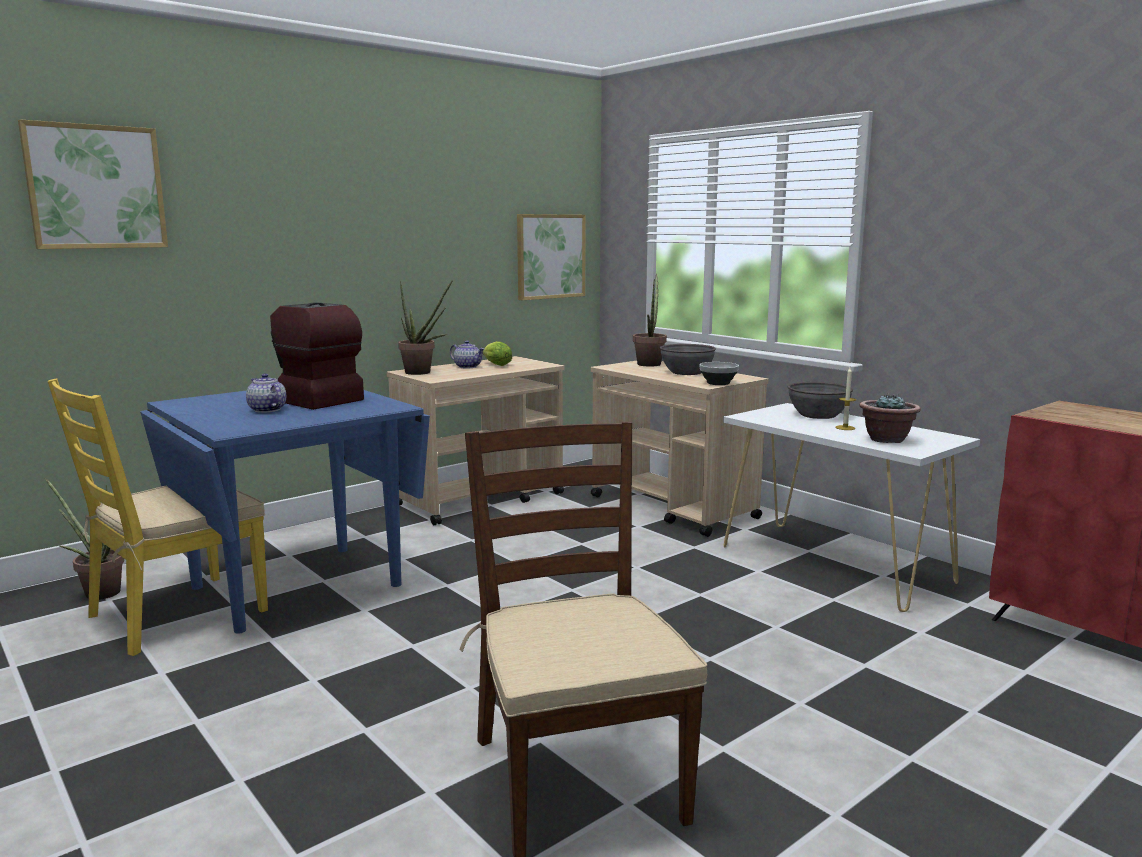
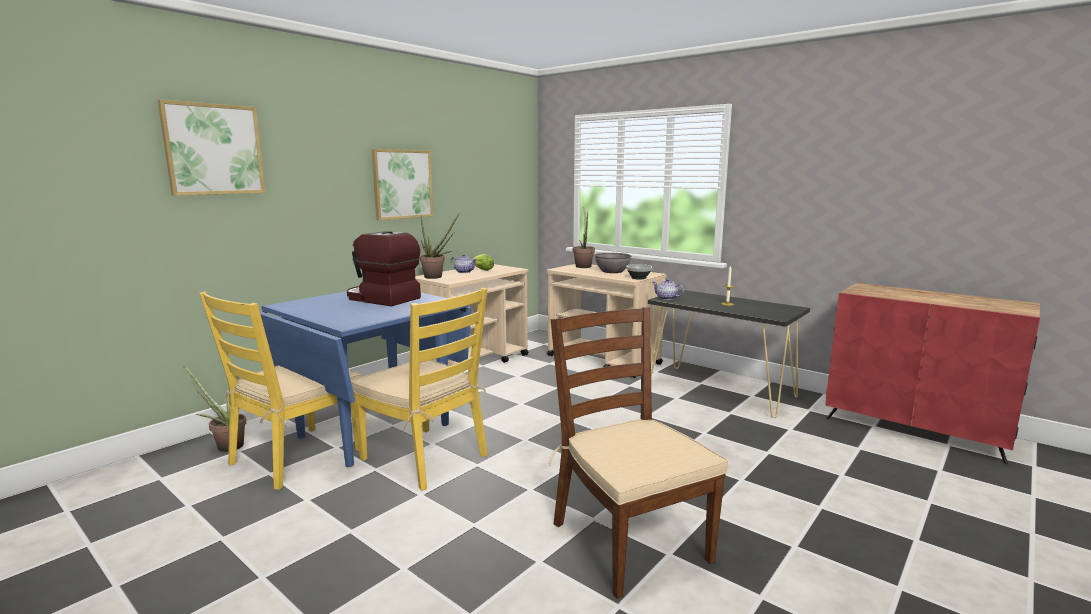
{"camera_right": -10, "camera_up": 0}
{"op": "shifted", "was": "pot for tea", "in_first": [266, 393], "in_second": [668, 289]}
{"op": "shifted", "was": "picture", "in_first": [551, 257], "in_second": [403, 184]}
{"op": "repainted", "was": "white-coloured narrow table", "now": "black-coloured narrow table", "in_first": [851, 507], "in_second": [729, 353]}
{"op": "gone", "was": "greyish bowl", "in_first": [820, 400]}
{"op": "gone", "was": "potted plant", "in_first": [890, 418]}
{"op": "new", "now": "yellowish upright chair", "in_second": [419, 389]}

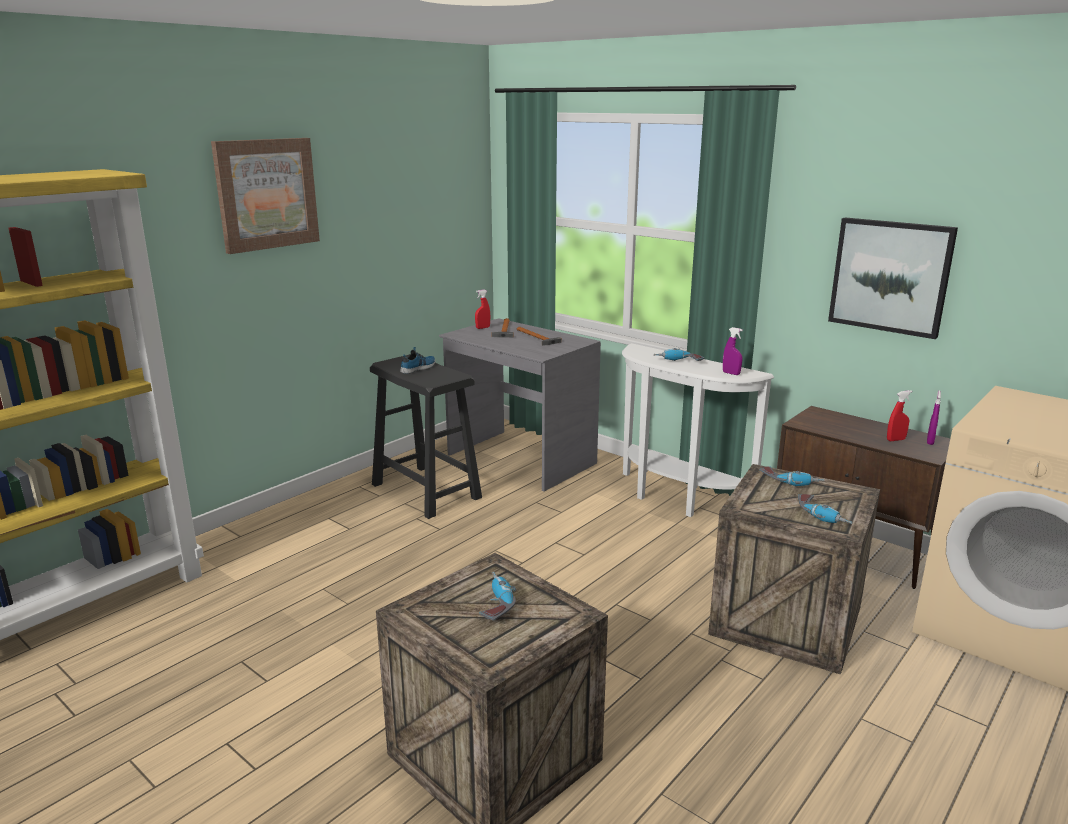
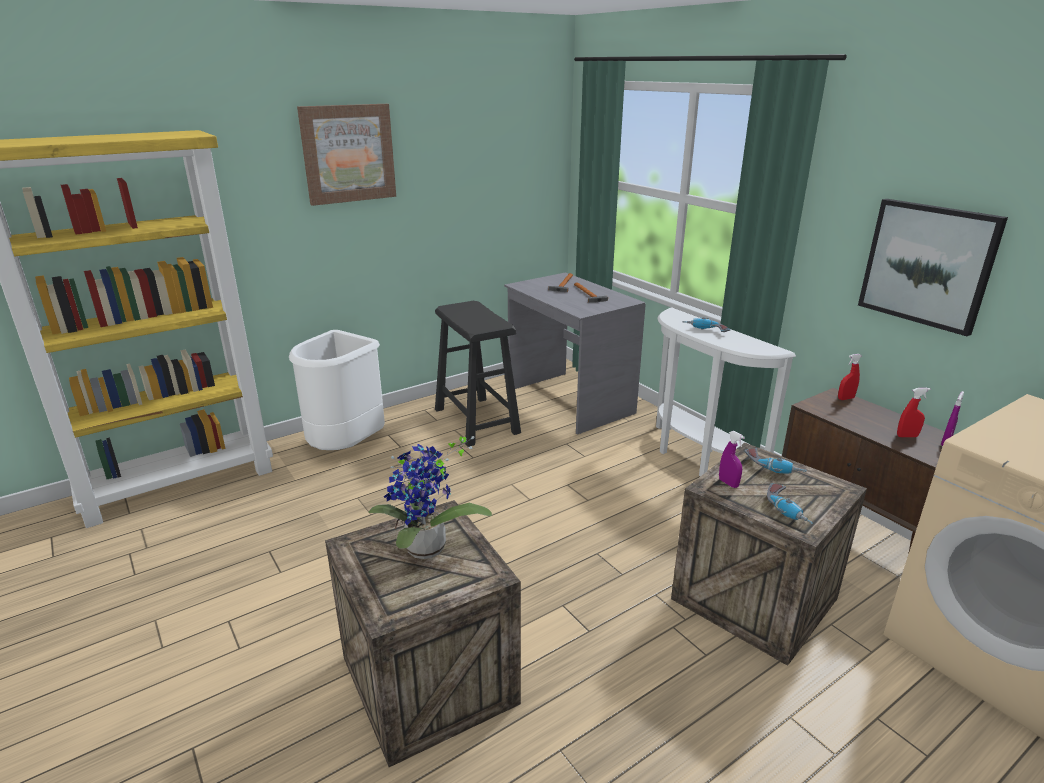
{"camera_right": 15, "camera_up": 5}
{"op": "gone", "was": "item of footwear", "in_first": [417, 360]}
{"op": "shifted", "was": "red-coloured hand sprayer", "in_first": [482, 309], "in_second": [850, 377]}
{"op": "swapped", "was": "drill", "now": "potted plant", "in_first": [497, 596], "in_second": [430, 497]}
{"op": "shifted", "was": "purple hand sprayer", "in_first": [733, 351], "in_second": [732, 459]}
{"op": "new", "now": "white-coloured trash can", "in_second": [337, 390]}

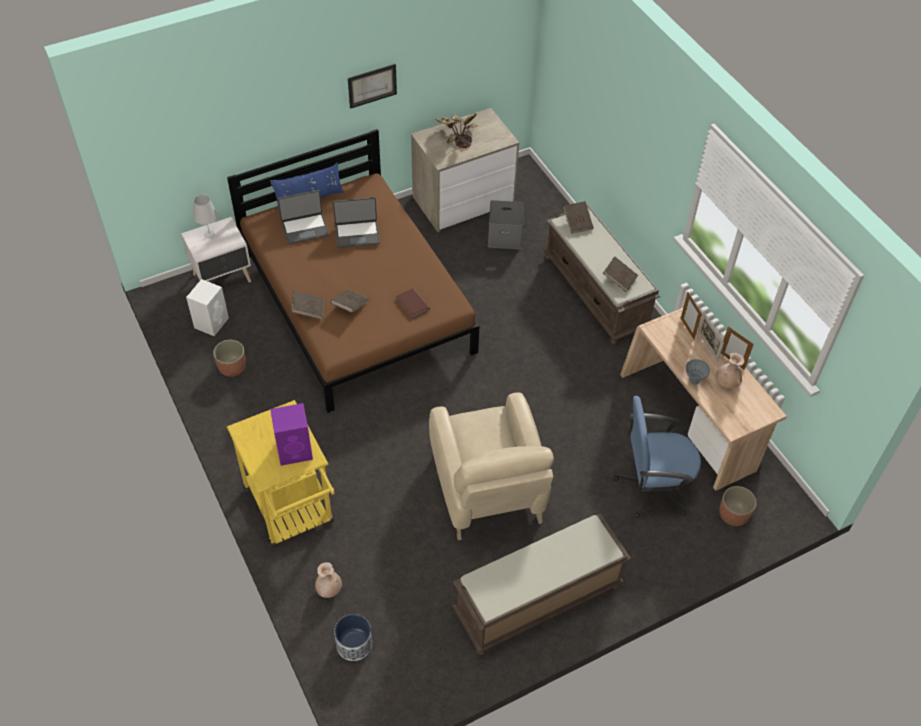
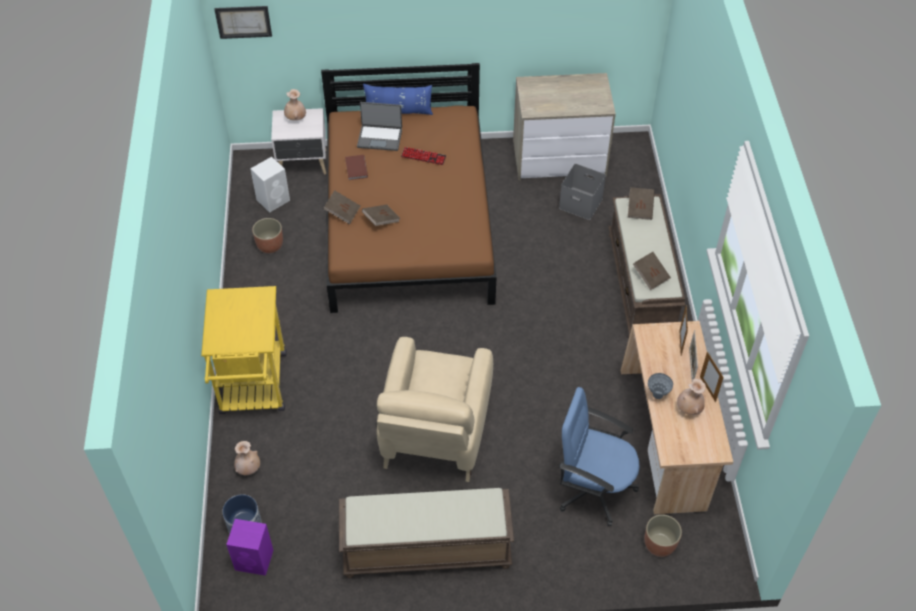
{"camera_right": 25, "camera_up": 0}
{"op": "swapped", "was": "white-coloured table lamp", "now": "beige flower vase", "in_first": [205, 216], "in_second": [295, 104]}
{"op": "shifted", "was": "purple audio speaker", "in_first": [291, 434], "in_second": [249, 547]}
{"op": "swapped", "was": "portable computer", "now": "keyboard", "in_first": [356, 222], "in_second": [423, 156]}
{"op": "shifted", "was": "picture", "in_first": [372, 86], "in_second": [243, 22]}
{"op": "shifted", "was": "brown-coloured volume", "in_first": [413, 303], "in_second": [356, 167]}
{"op": "gone", "was": "potted plant", "in_first": [456, 130]}

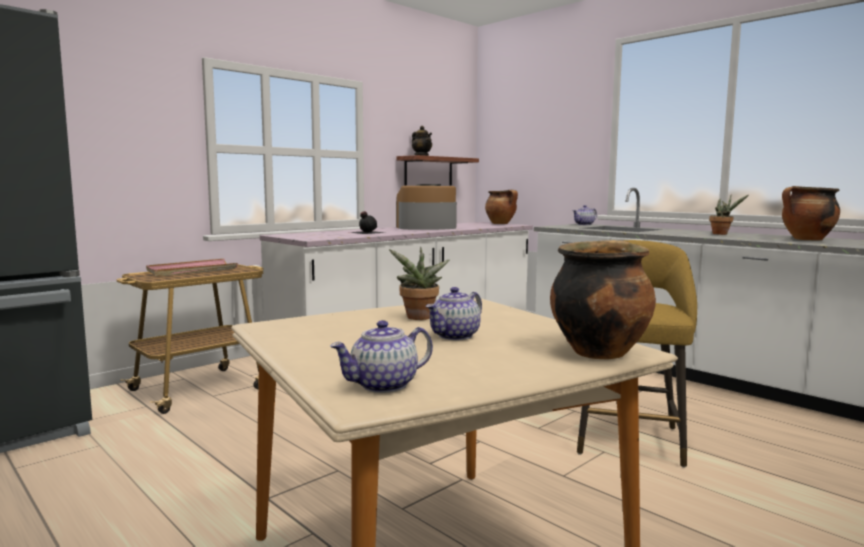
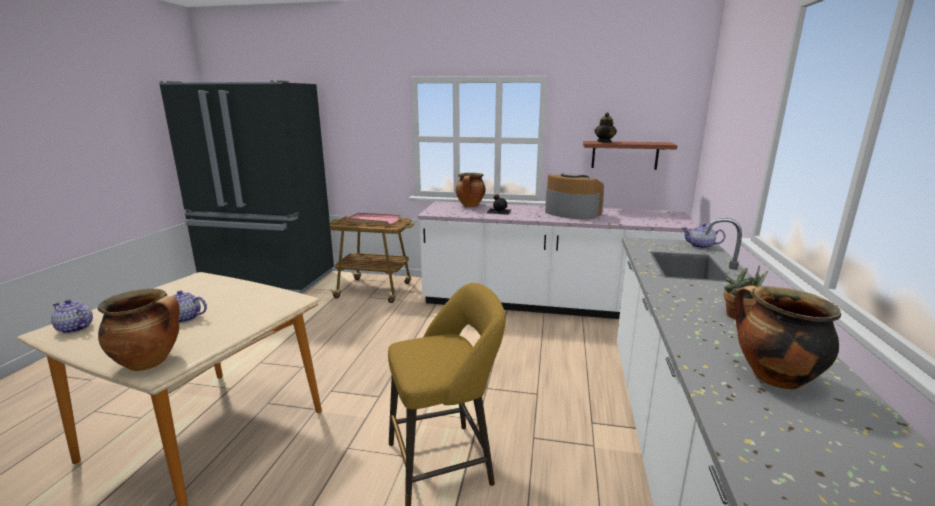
{"camera_right": 55, "camera_up": 10}
{"op": "gone", "was": "potted plant", "in_first": [419, 283]}
{"op": "shifted", "was": "stockpot", "in_first": [501, 207], "in_second": [470, 190]}

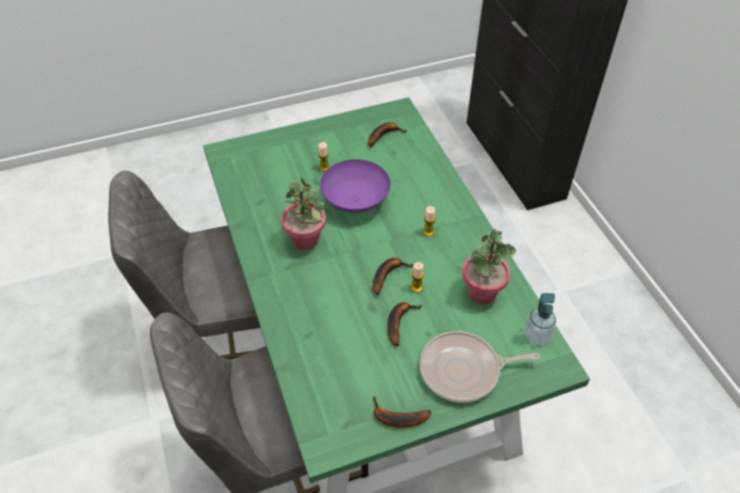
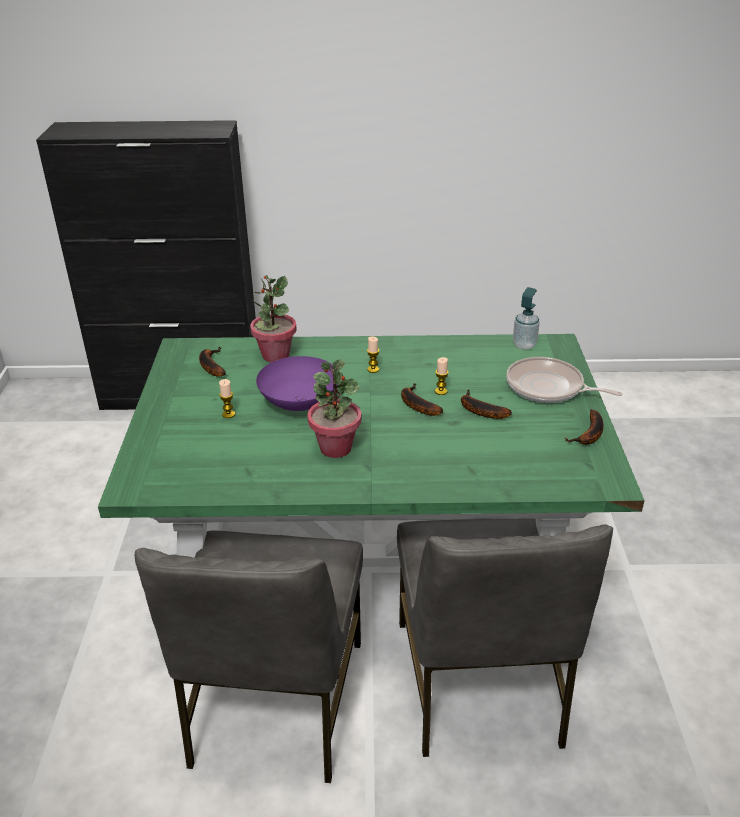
{"camera_right": -70, "camera_up": -15}
{"op": "rotated", "was": "pan", "in_first": [480, 367], "in_second": [564, 380], "clockwise": 105}
{"op": "shifted", "was": "potted plant", "in_first": [489, 266], "in_second": [273, 318]}

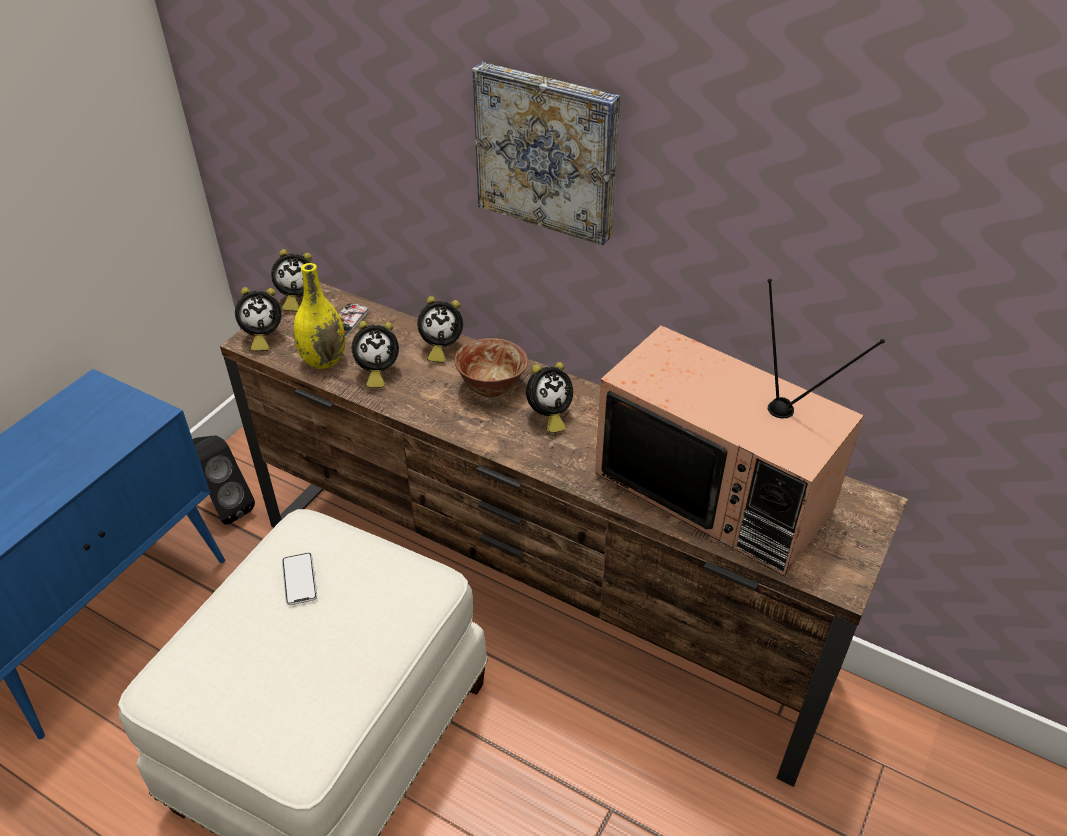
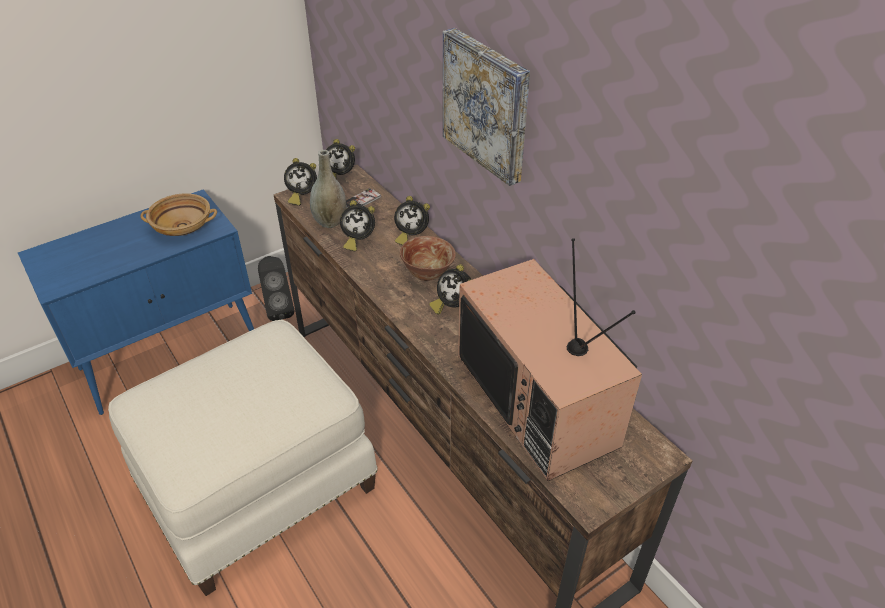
{"camera_right": 25, "camera_up": 0}
{"op": "gone", "was": "phone", "in_first": [299, 579]}
{"op": "repainted", "was": "yellowish flower vase", "now": "greyish flower vase", "in_first": [319, 316], "in_second": [328, 189]}
{"op": "rotated", "was": "bedside clock", "in_first": [549, 397], "in_second": [450, 289], "clockwise": 60}
{"op": "new", "now": "beige bowl", "in_second": [179, 214]}

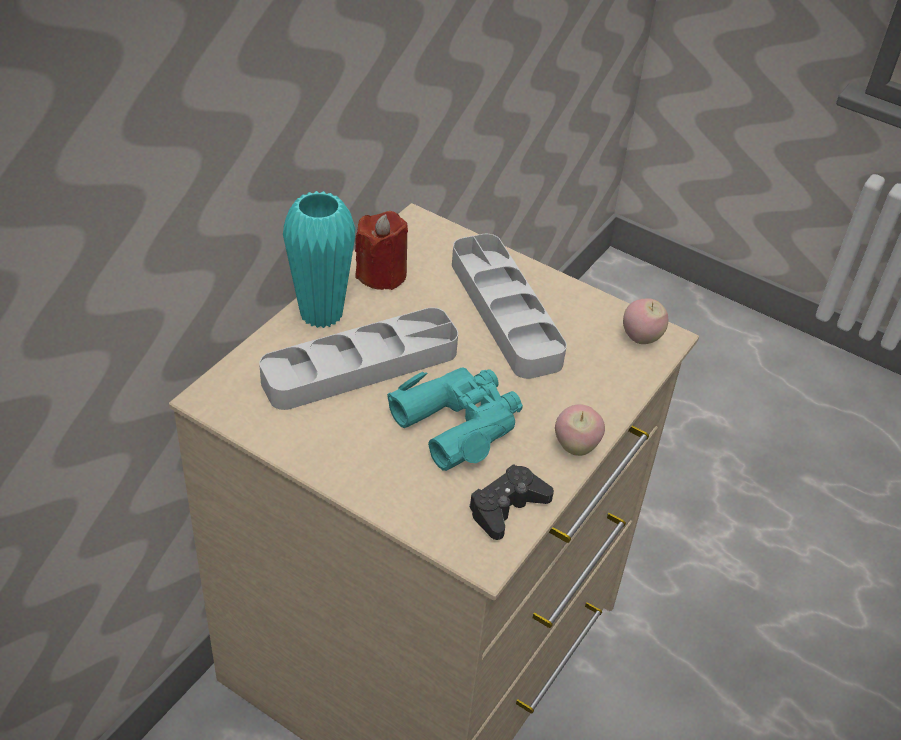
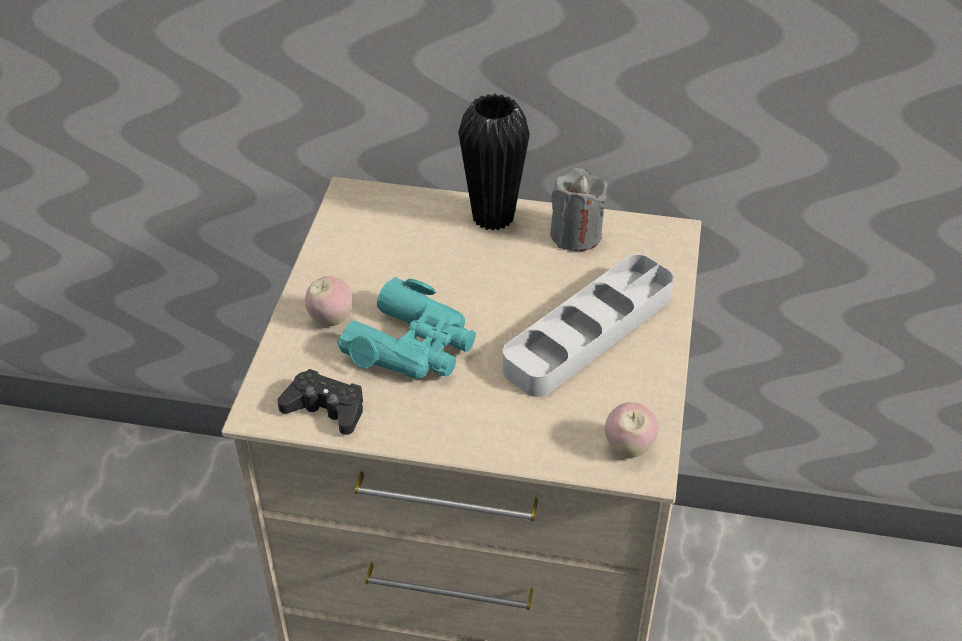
{"camera_right": 70, "camera_up": 0}
{"op": "gone", "was": "greyish tray", "in_first": [358, 358]}
{"op": "repainted", "was": "turquoise-coloured flower vase", "now": "black-coloured flower vase", "in_first": [319, 259], "in_second": [494, 162]}
{"op": "repainted", "was": "red-coloured candle", "now": "greyish candle", "in_first": [381, 250], "in_second": [578, 209]}
{"op": "shifted", "was": "apple fruit", "in_first": [580, 430], "in_second": [329, 301]}

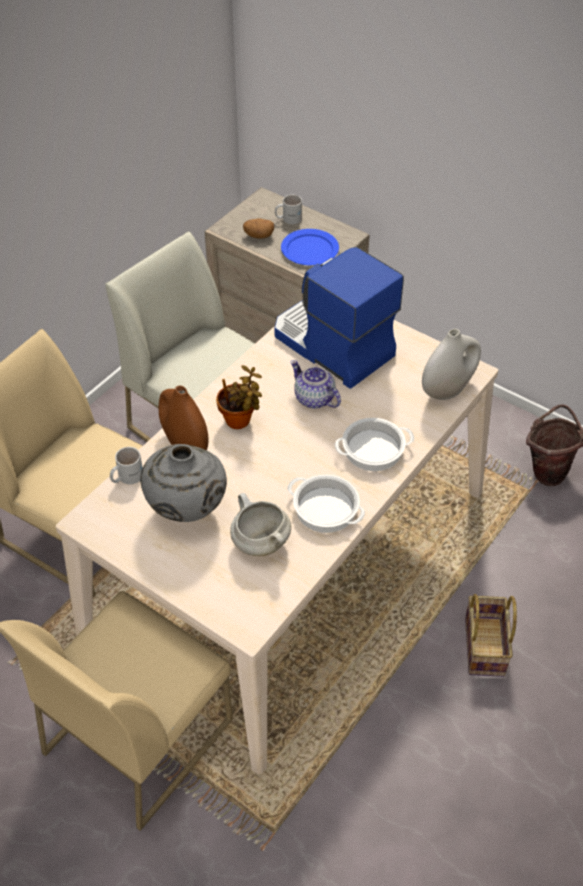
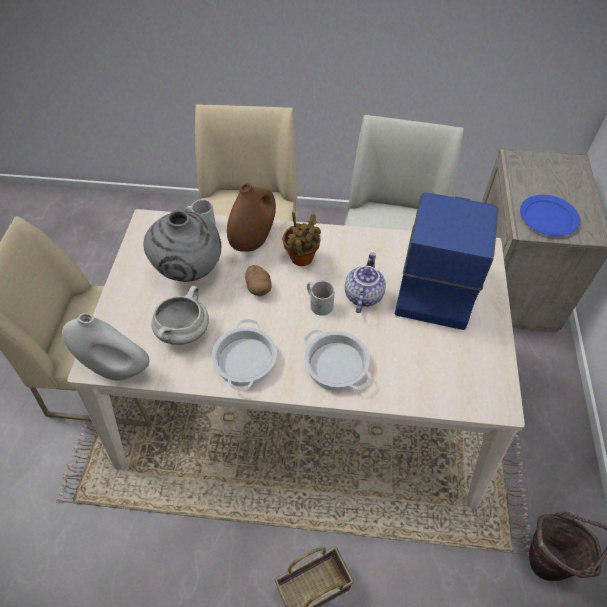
{"camera_right": 60, "camera_up": 5}
{"op": "shifted", "was": "potato", "in_first": [258, 228], "in_second": [258, 280]}
{"op": "shifted", "was": "white-coloured tea mug", "in_first": [288, 209], "in_second": [321, 298]}
{"op": "shifted", "was": "white-coloured flower vase", "in_first": [451, 364], "in_second": [105, 346]}

